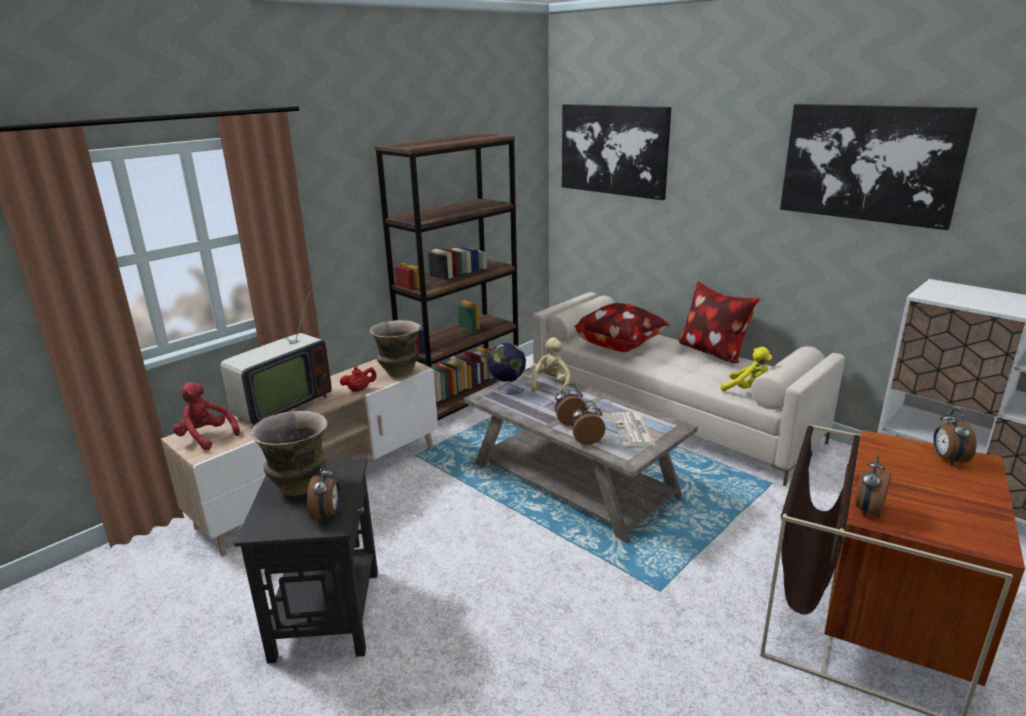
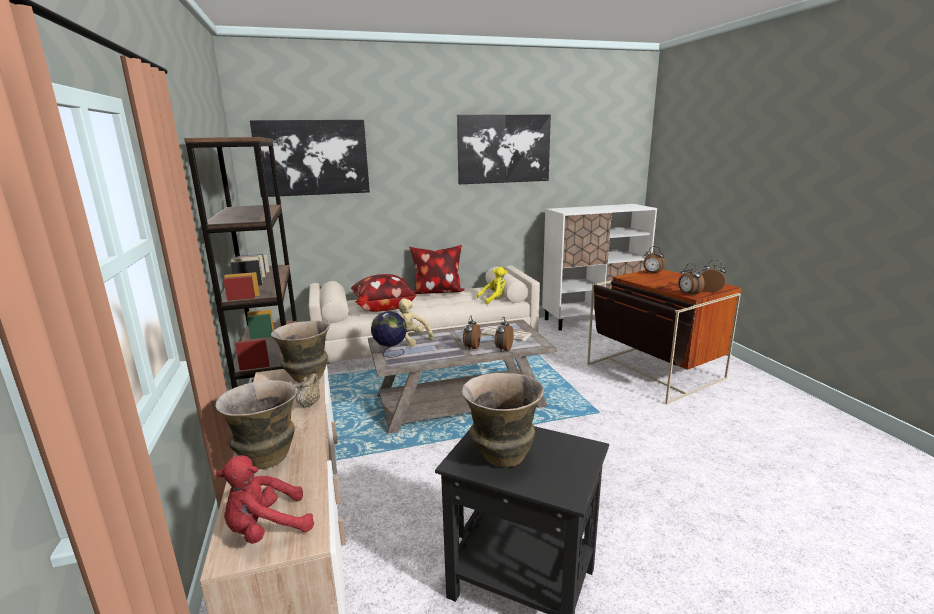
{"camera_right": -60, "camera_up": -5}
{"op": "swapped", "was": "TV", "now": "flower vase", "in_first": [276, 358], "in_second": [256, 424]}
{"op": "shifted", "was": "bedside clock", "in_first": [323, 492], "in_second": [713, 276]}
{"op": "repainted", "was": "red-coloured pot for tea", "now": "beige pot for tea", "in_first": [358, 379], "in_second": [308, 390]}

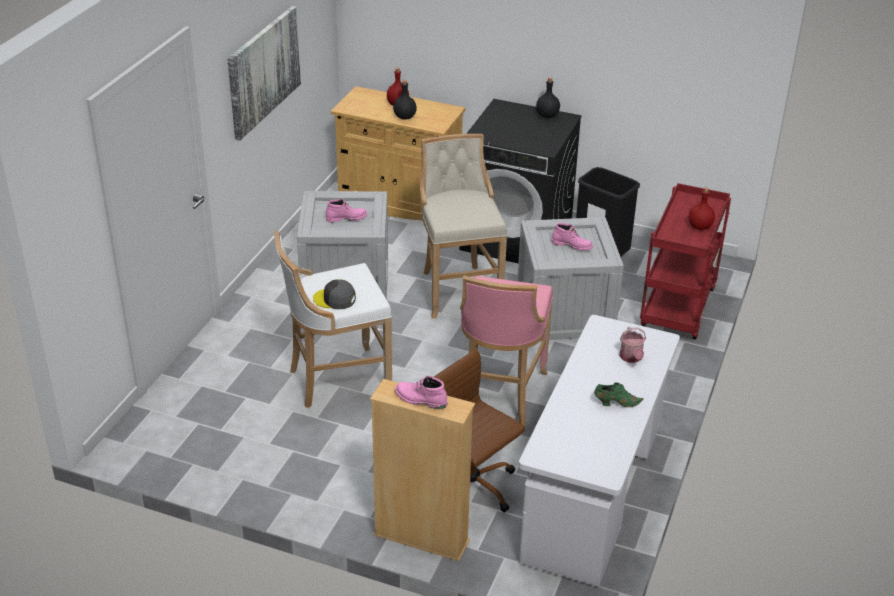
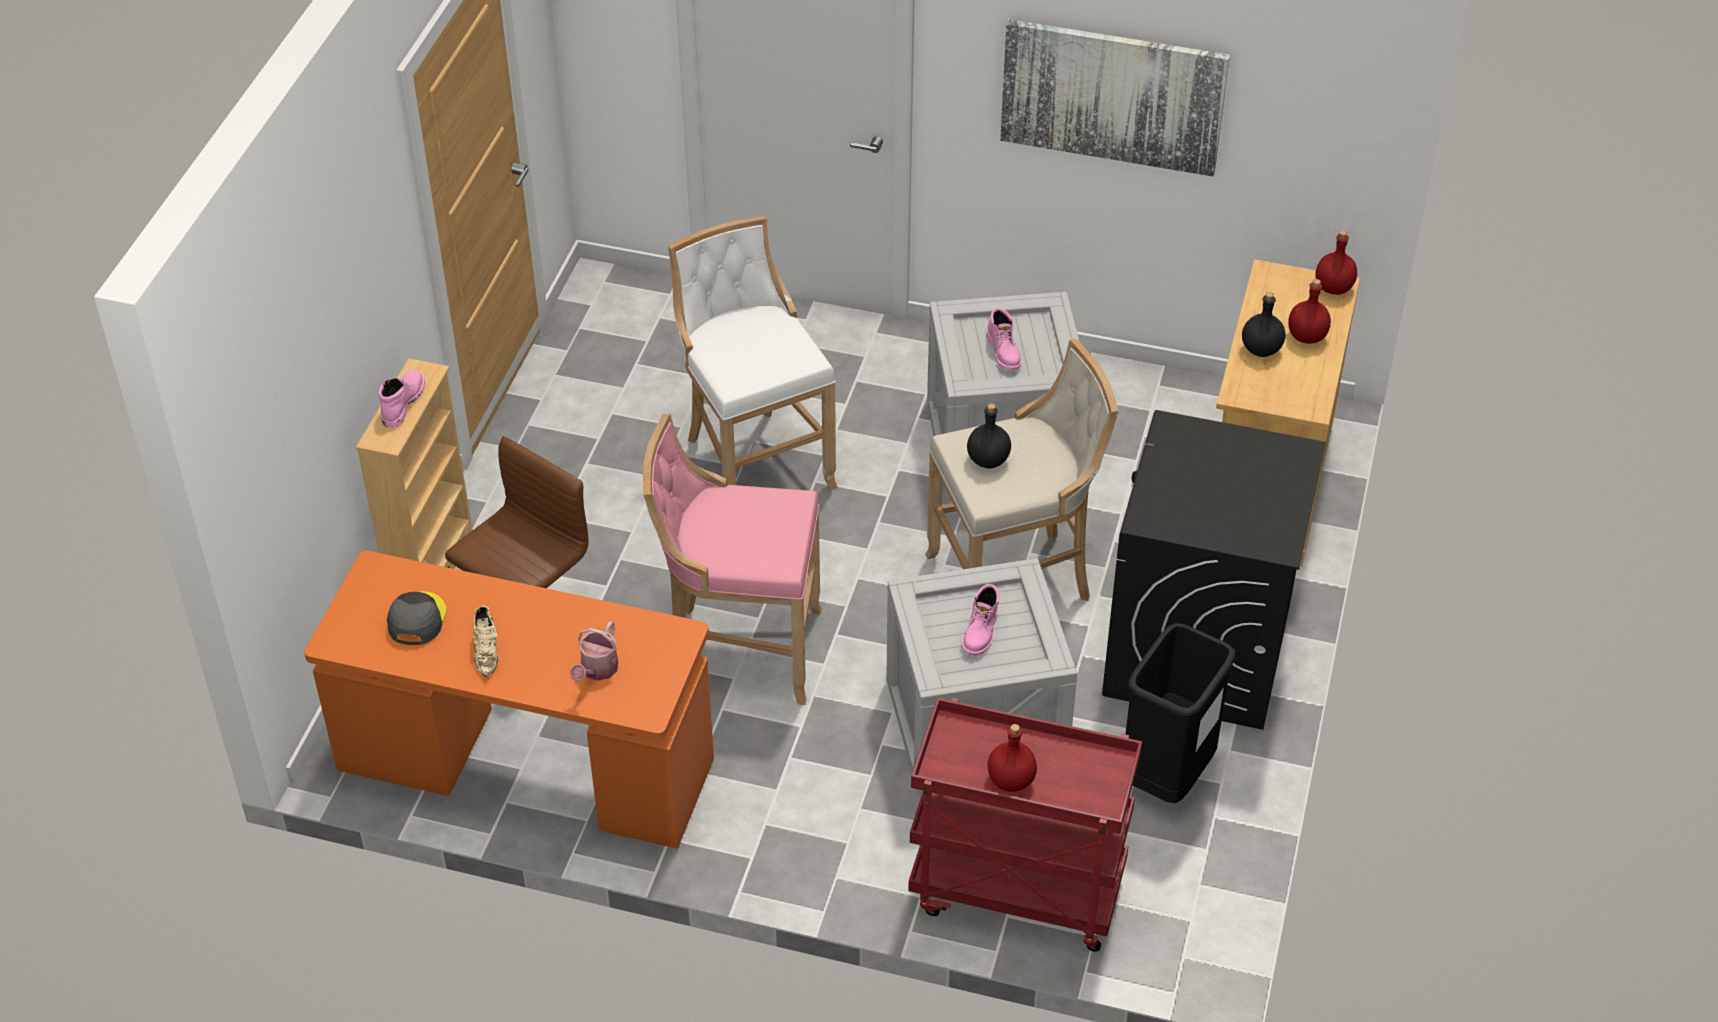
{"camera_right": 85, "camera_up": 10}
{"op": "shifted", "was": "greyish peaked cap", "in_first": [334, 294], "in_second": [416, 618]}
{"op": "repainted", "was": "white-coloured desk", "now": "orange desk", "in_first": [599, 451], "in_second": [509, 700]}
{"op": "shifted", "was": "black-coloured drink bottle", "in_first": [548, 98], "in_second": [989, 435]}
{"op": "repainted", "was": "green-coloured item of footwear", "now": "beige item of footwear", "in_first": [619, 394], "in_second": [485, 641]}
{"op": "rotated", "was": "sprinkling can", "in_first": [632, 344], "in_second": [594, 651], "clockwise": -60}
{"op": "new", "now": "red-coloured drink bottle", "in_second": [1336, 263]}

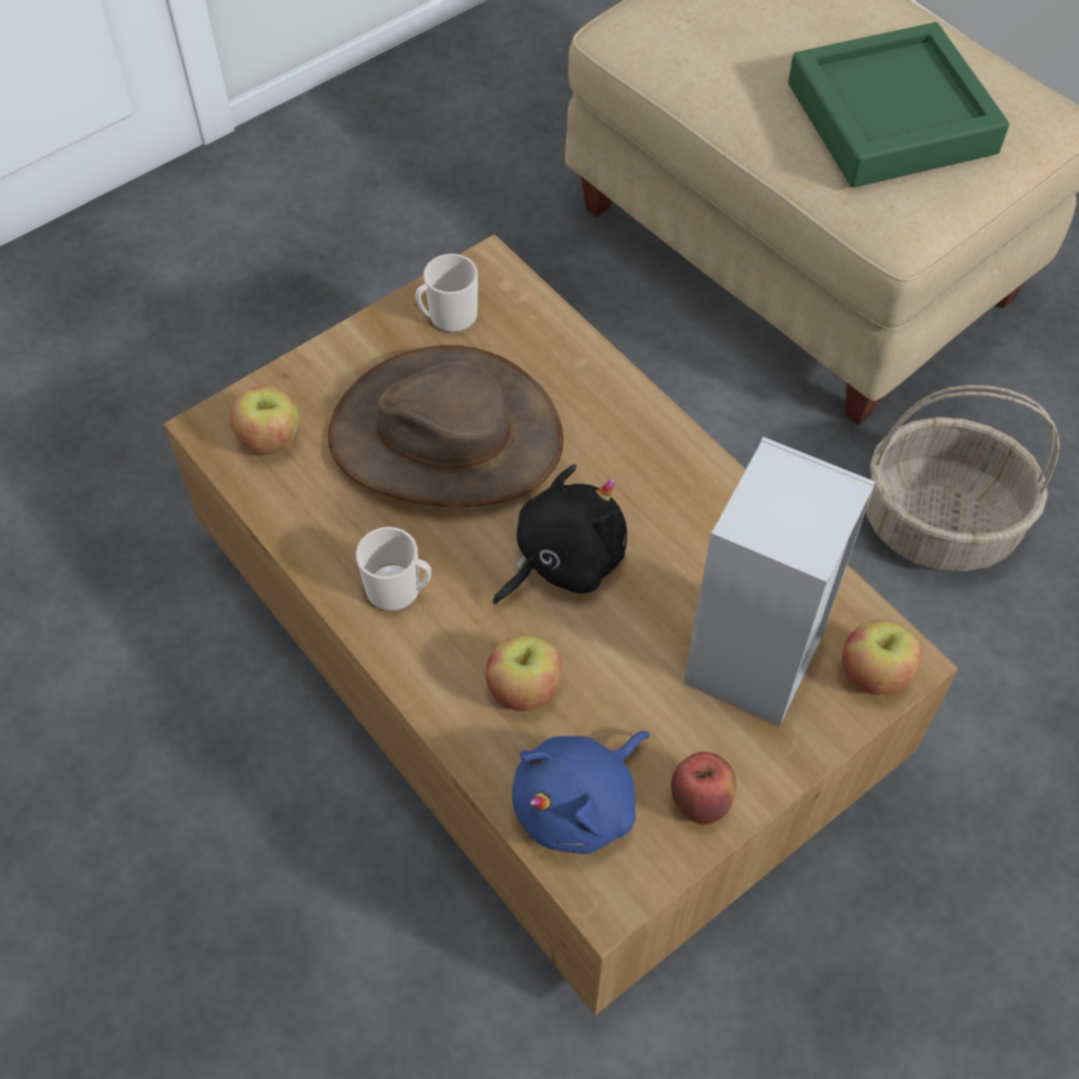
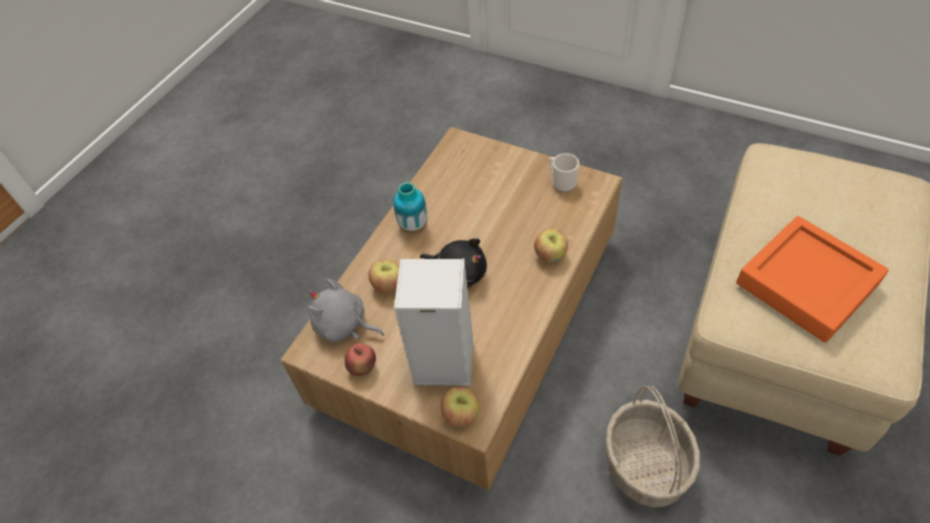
{"camera_right": 70, "camera_up": -5}
{"op": "shifted", "was": "apple fruit", "in_first": [264, 420], "in_second": [551, 245]}
{"op": "gone", "was": "brown-coloured hat", "in_first": [446, 426]}
{"op": "swapped", "was": "tea mug", "now": "flower vase", "in_first": [393, 569], "in_second": [410, 208]}
{"op": "repainted", "was": "blue plush toy", "now": "greyish plush toy", "in_first": [581, 792], "in_second": [346, 310]}
{"op": "repainted", "was": "green-coloured tray", "now": "orange tray", "in_first": [898, 105], "in_second": [812, 279]}

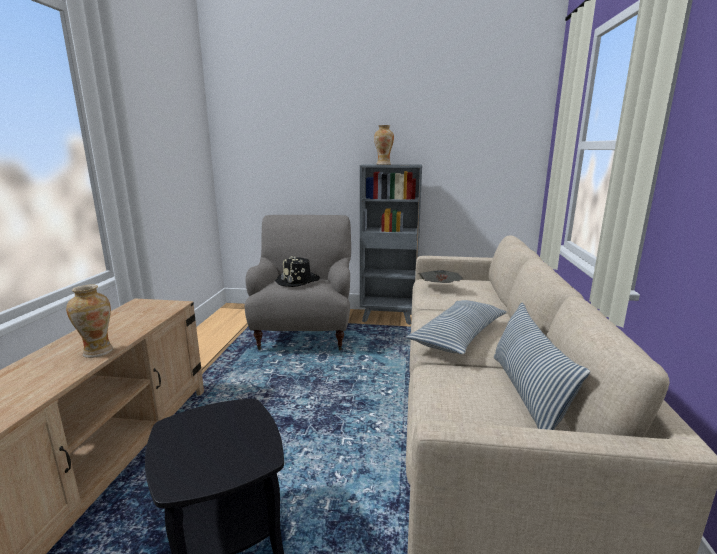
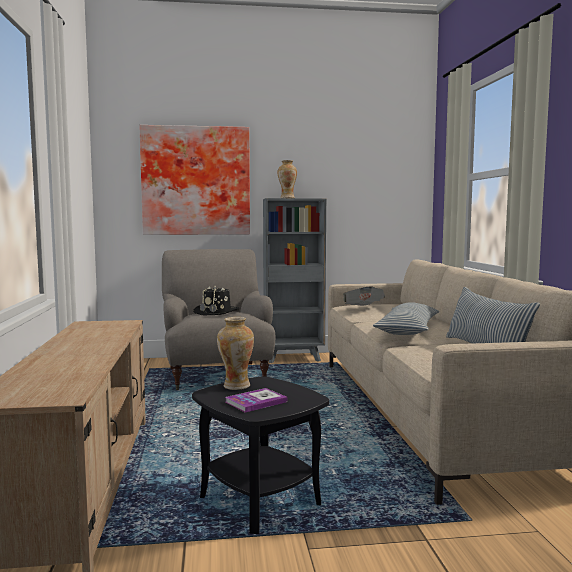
{"camera_right": -15, "camera_up": -10}
{"op": "shifted", "was": "flower vase", "in_first": [89, 321], "in_second": [235, 353]}
{"op": "new", "now": "picture", "in_second": [194, 180]}
{"op": "new", "now": "volume", "in_second": [256, 400]}

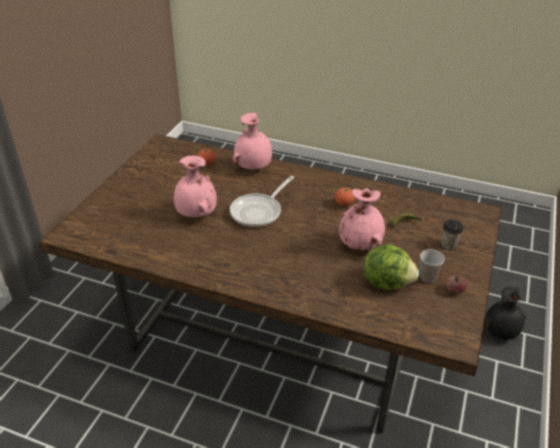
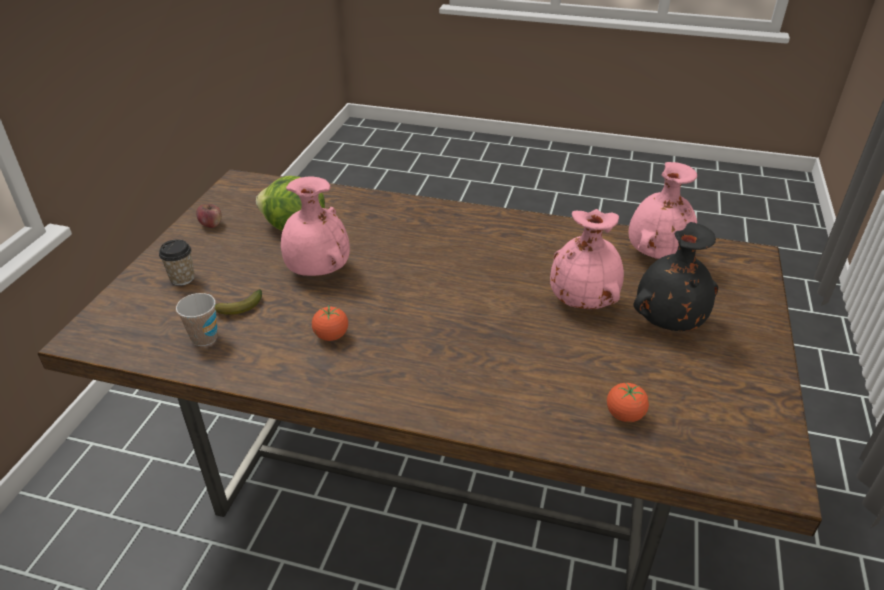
{"camera_right": 175, "camera_up": 0}
{"op": "gone", "was": "pan", "in_first": [262, 201]}
{"op": "shifted", "was": "pink flower vase", "in_first": [252, 141], "in_second": [663, 210]}
{"op": "shifted", "was": "drinking cup", "in_first": [432, 266], "in_second": [197, 319]}
{"op": "shifted", "was": "black-coloured flower vase", "in_first": [505, 313], "in_second": [675, 276]}

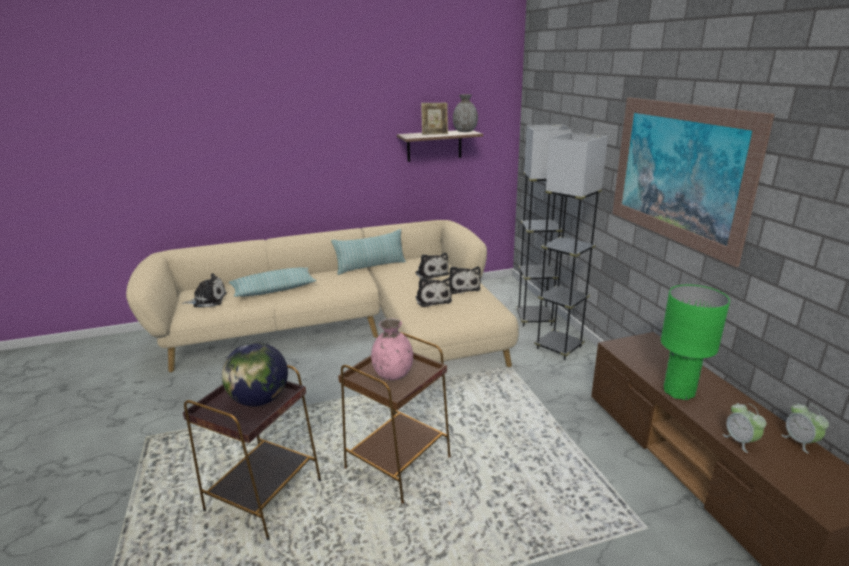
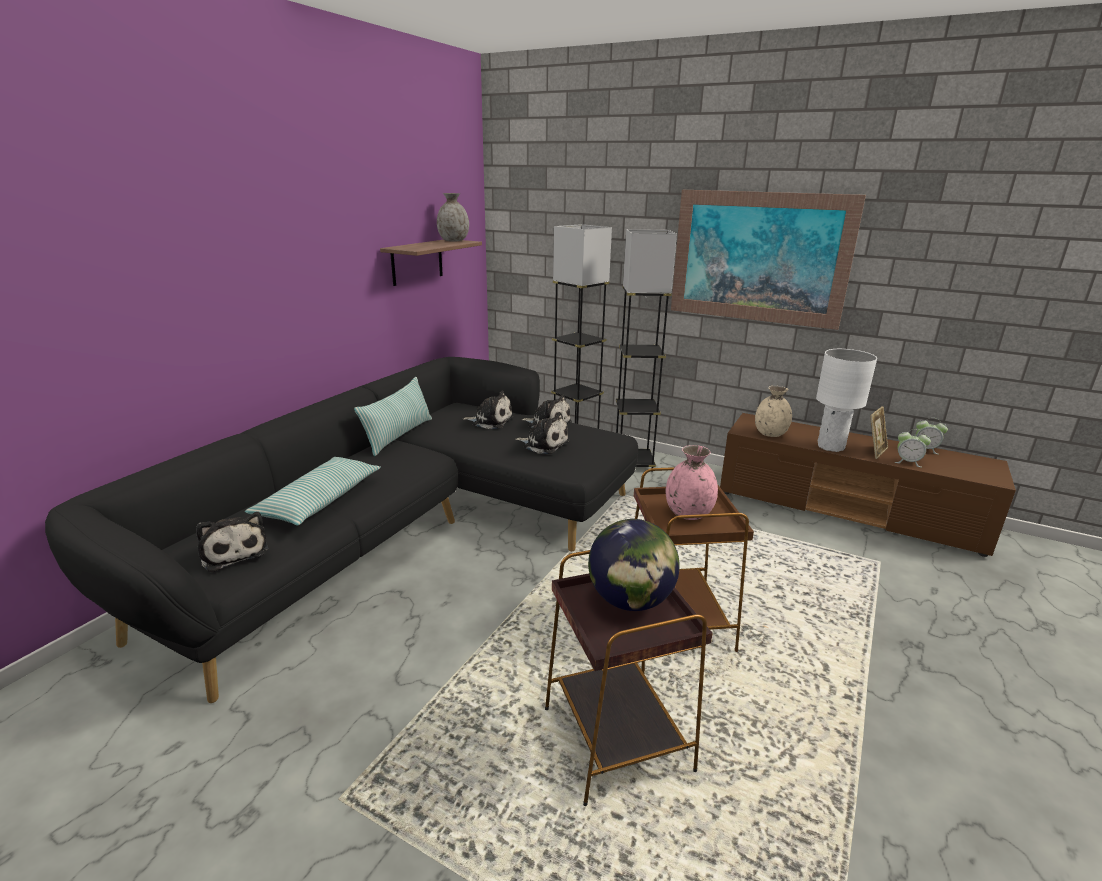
{"camera_right": -45, "camera_up": 0}
{"op": "repainted", "was": "beige settee", "now": "black-coloured settee", "in_first": [322, 296], "in_second": [341, 530]}
{"op": "rotated", "was": "plush toy", "in_first": [204, 290], "in_second": [232, 542], "clockwise": 105}
{"op": "shifted", "was": "photo frame", "in_first": [434, 119], "in_second": [879, 432]}
{"op": "repainted", "was": "green-coloured table lamp", "now": "white-coloured table lamp", "in_first": [695, 342], "in_second": [846, 400]}
{"op": "new", "now": "beige flower vase", "in_second": [773, 411]}

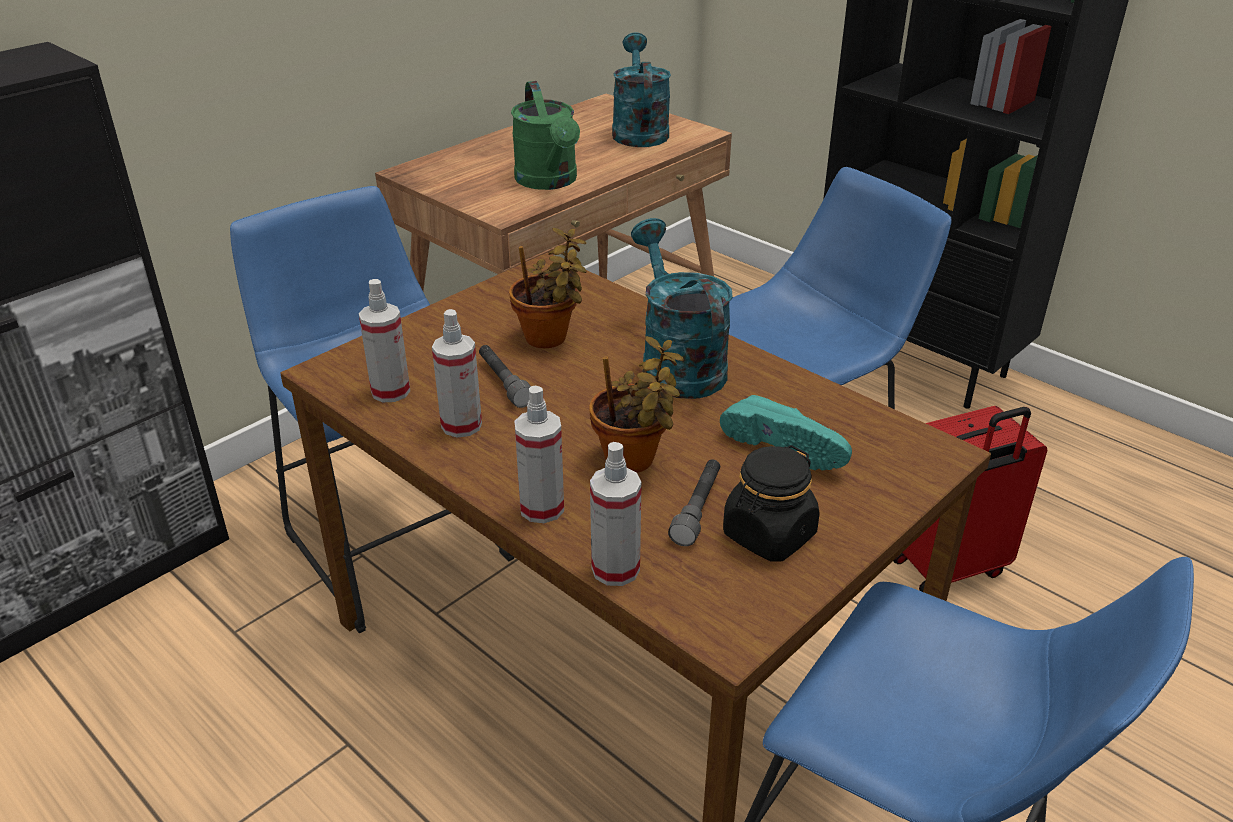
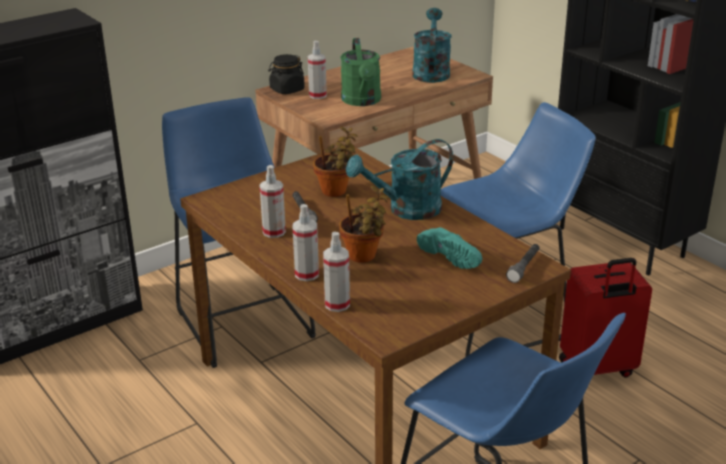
{"camera_right": 10, "camera_up": -5}
{"op": "shifted", "was": "hand sprayer", "in_first": [384, 340], "in_second": [317, 70]}
{"op": "rotated", "was": "turquoise-coloured sprinkling can", "in_first": [682, 308], "in_second": [399, 179], "clockwise": -105}
{"op": "shifted", "was": "greyish torch", "in_first": [694, 502], "in_second": [522, 263]}
{"op": "shifted", "was": "black-coloured jar", "in_first": [771, 503], "in_second": [286, 74]}

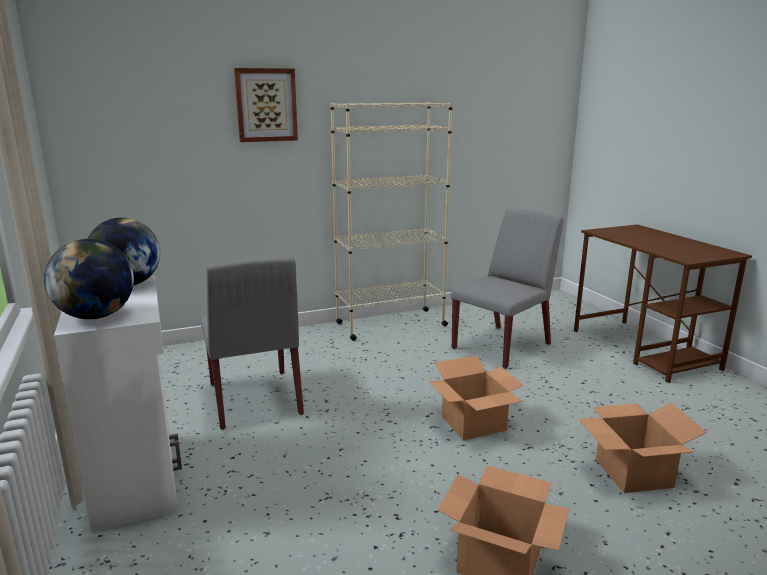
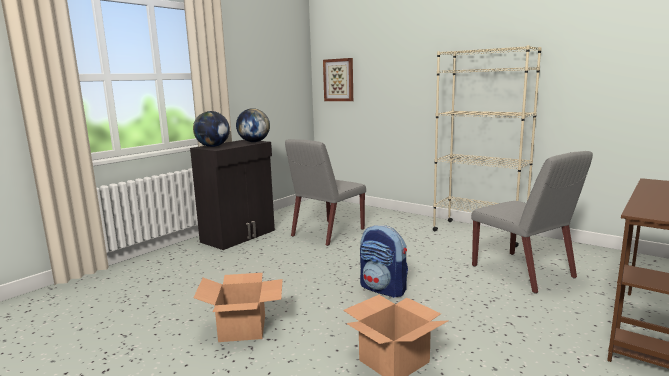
{"camera_right": 60, "camera_up": -5}
{"op": "repainted", "was": "white-coloured cabinet", "now": "black-coloured cabinet", "in_first": [118, 404], "in_second": [232, 195]}
{"op": "shifted", "was": "picture", "in_first": [266, 105], "in_second": [338, 79]}
{"op": "swapped", "was": "packing box", "now": "backpack", "in_first": [476, 397], "in_second": [384, 261]}
{"op": "rotated", "was": "greyish upright chair", "in_first": [506, 289], "in_second": [532, 222], "clockwise": 45}

